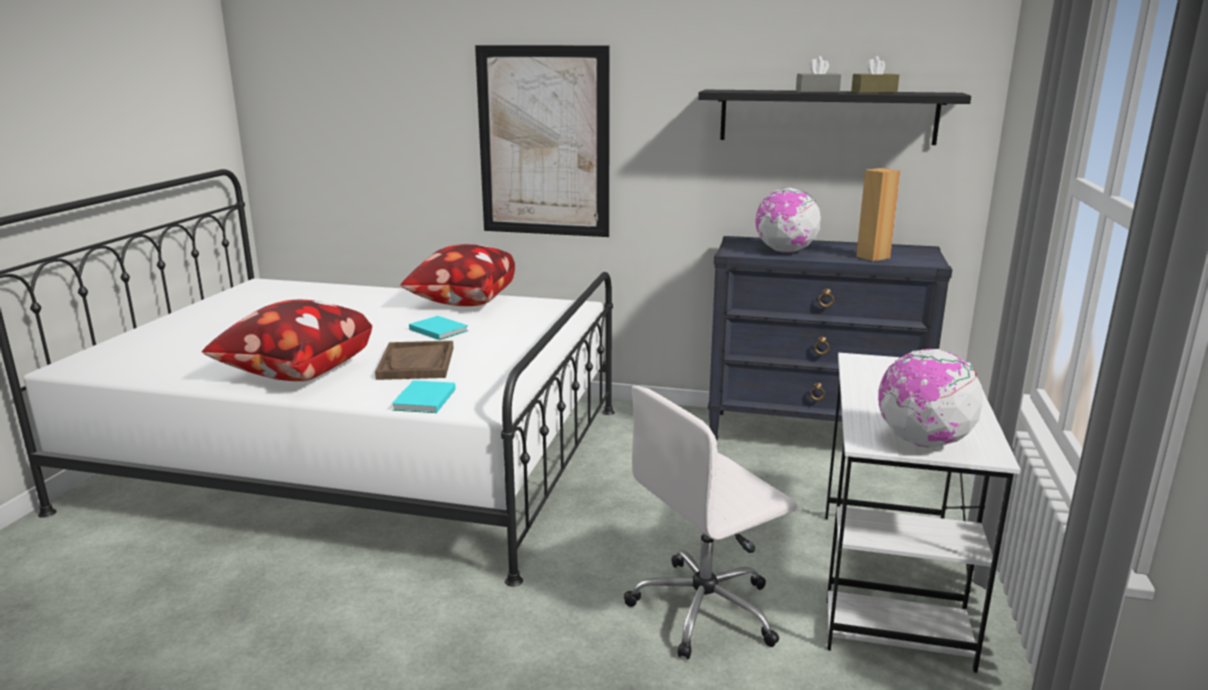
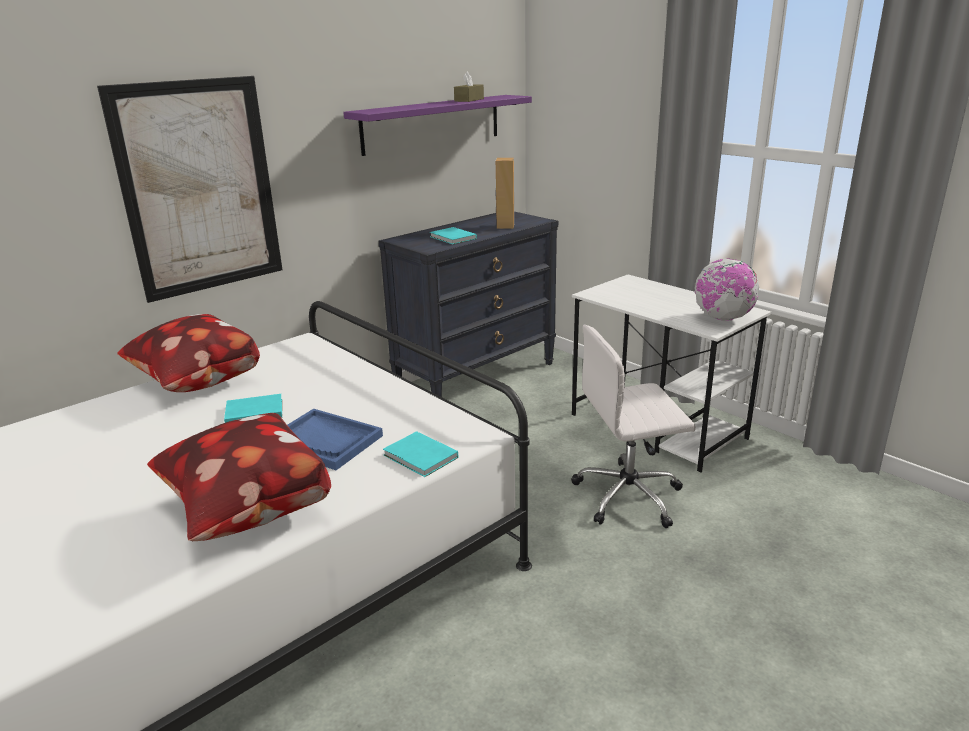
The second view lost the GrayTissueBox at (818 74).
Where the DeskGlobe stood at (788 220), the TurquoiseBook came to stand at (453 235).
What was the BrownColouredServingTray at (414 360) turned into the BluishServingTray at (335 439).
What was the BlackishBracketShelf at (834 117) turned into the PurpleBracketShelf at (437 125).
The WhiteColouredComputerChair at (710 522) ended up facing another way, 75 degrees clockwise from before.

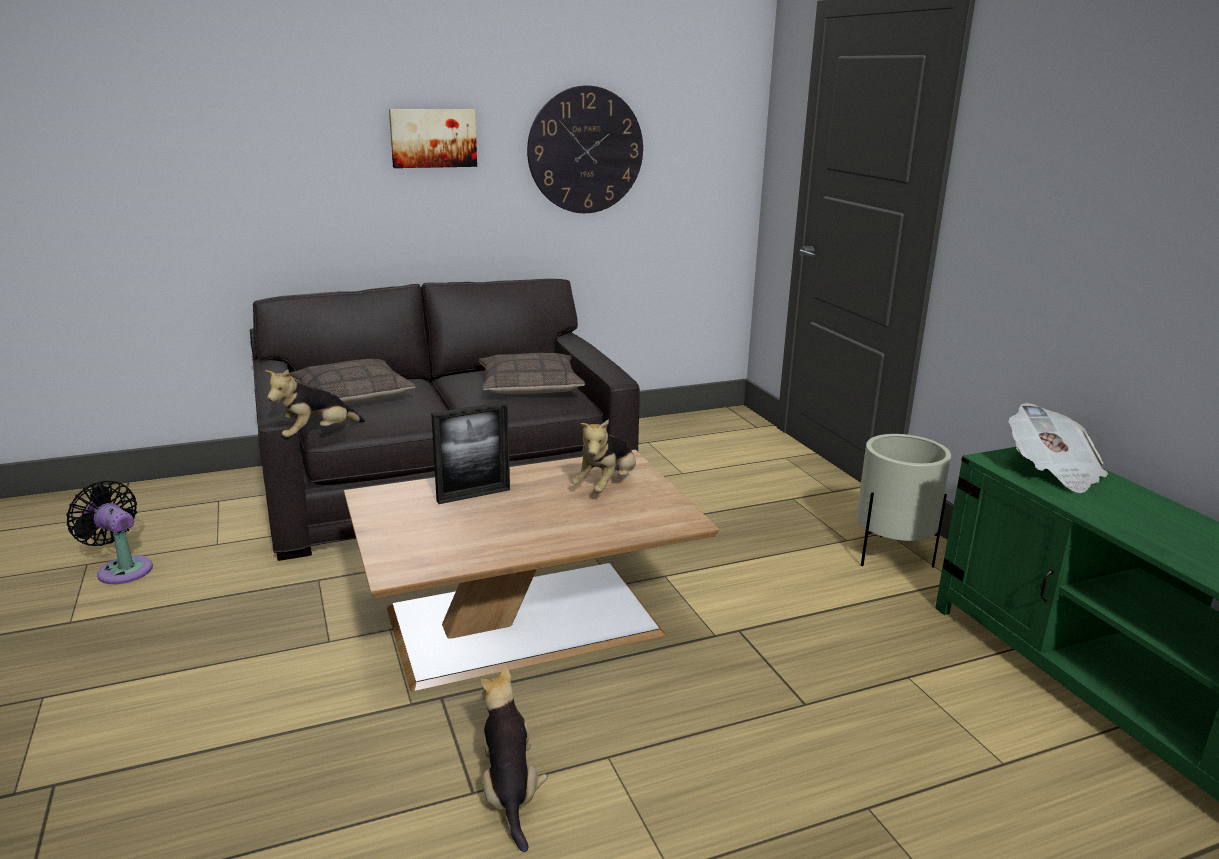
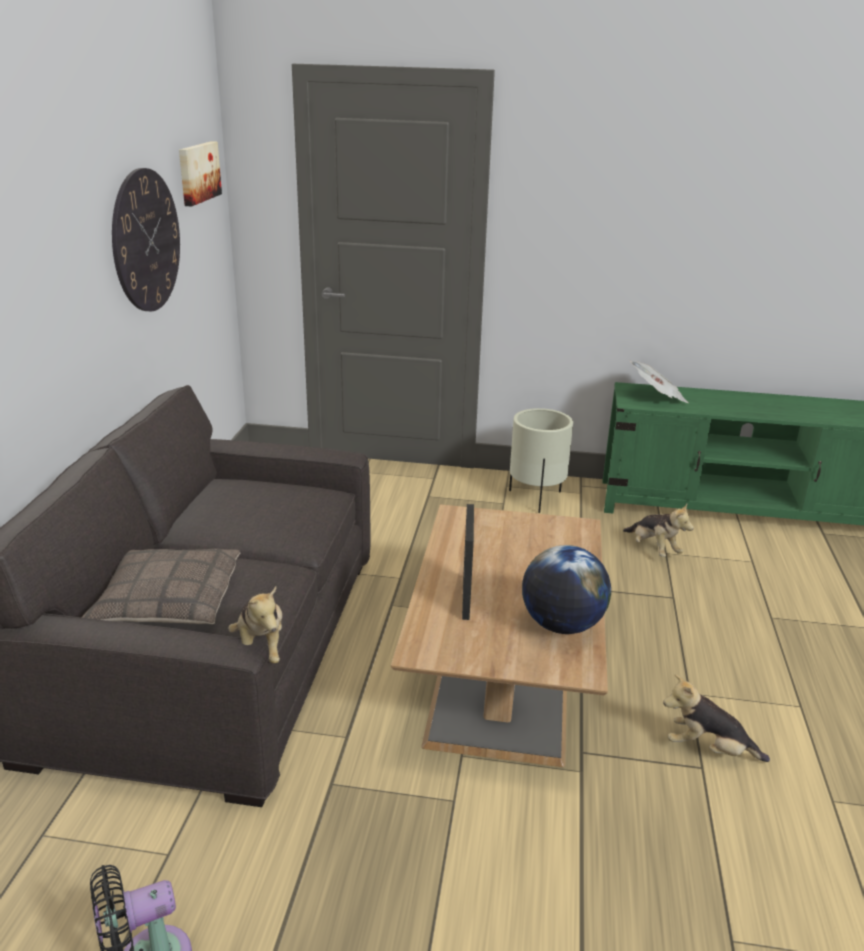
The second view lost the Cushion at (531 373).
The second view gained the DeskGlobe at (566 589).
The Picture ended up elsewhere, having gone from (433 138) to (200 174).
The SoftToy ended up elsewhere, having gone from (604 456) to (658 530).

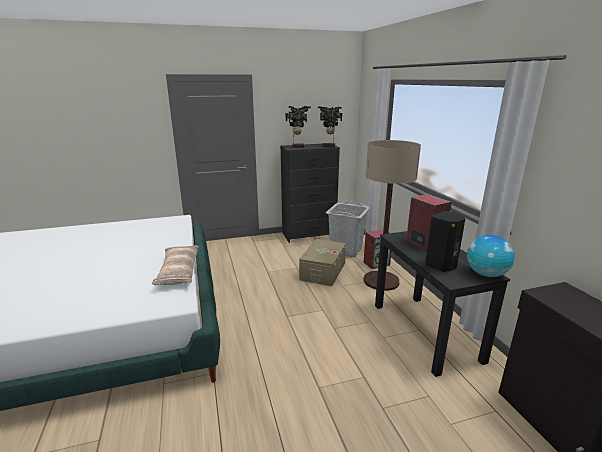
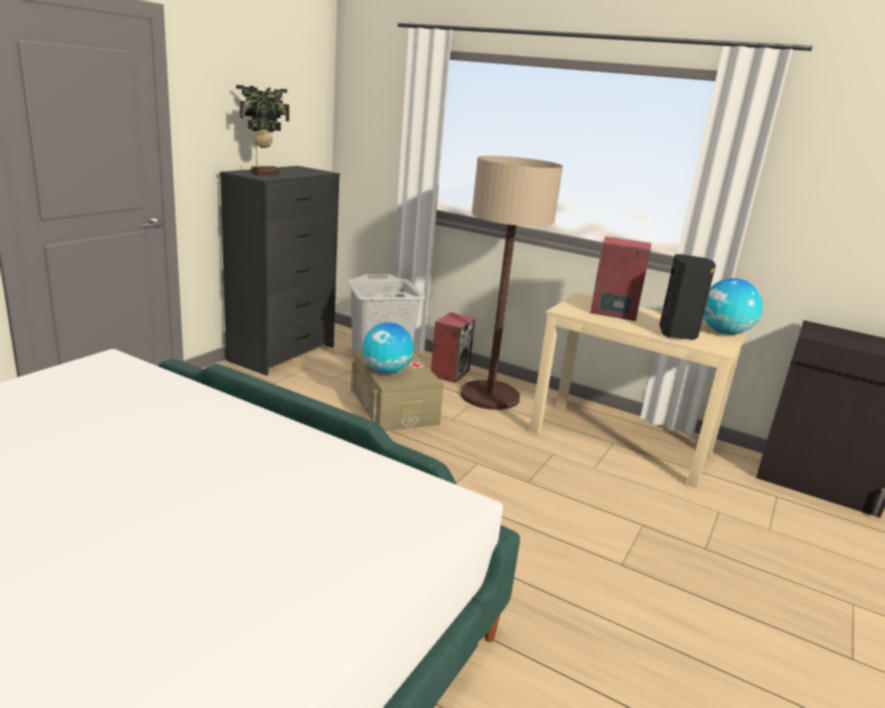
The second view lost the Cushion at (175 265).
The second view lost the PottedPlant at (330 126).
The second view gained the DeskGlobe at (388 348).
What was the BlackishDeskTable at (442 304) turned into the SandColouredDeskTable at (638 391).

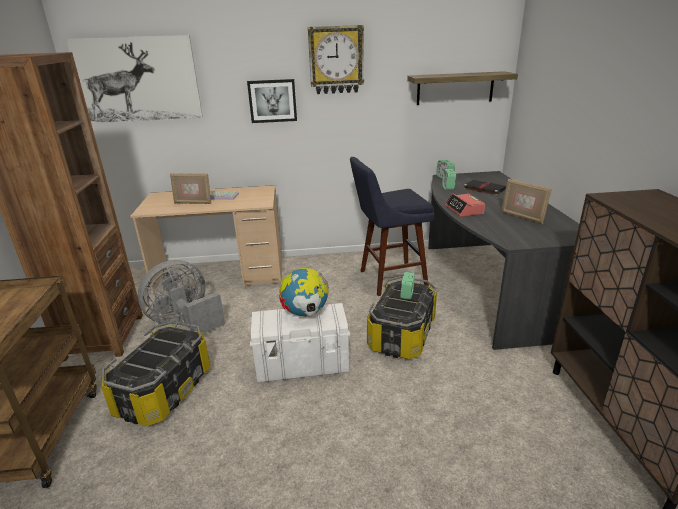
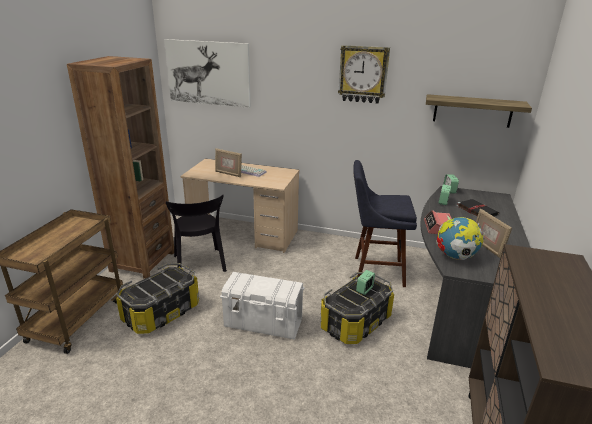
The second view lost the Picture at (272 101).
The DeskGlobe ended up elsewhere, having gone from (304 292) to (460 238).
Where the GrayElectricFan stood at (181 297), the BlackishPlainChair came to stand at (196 233).

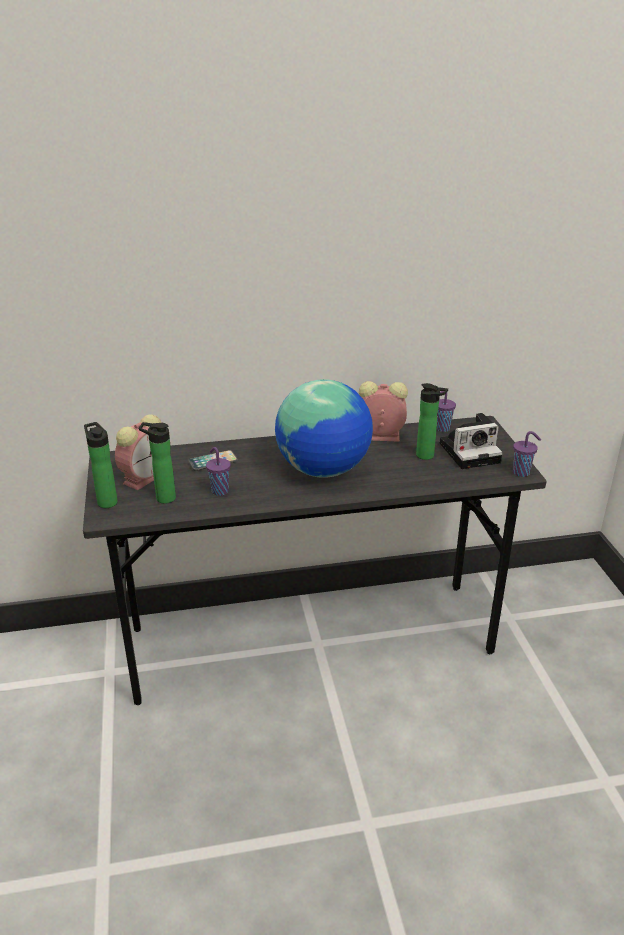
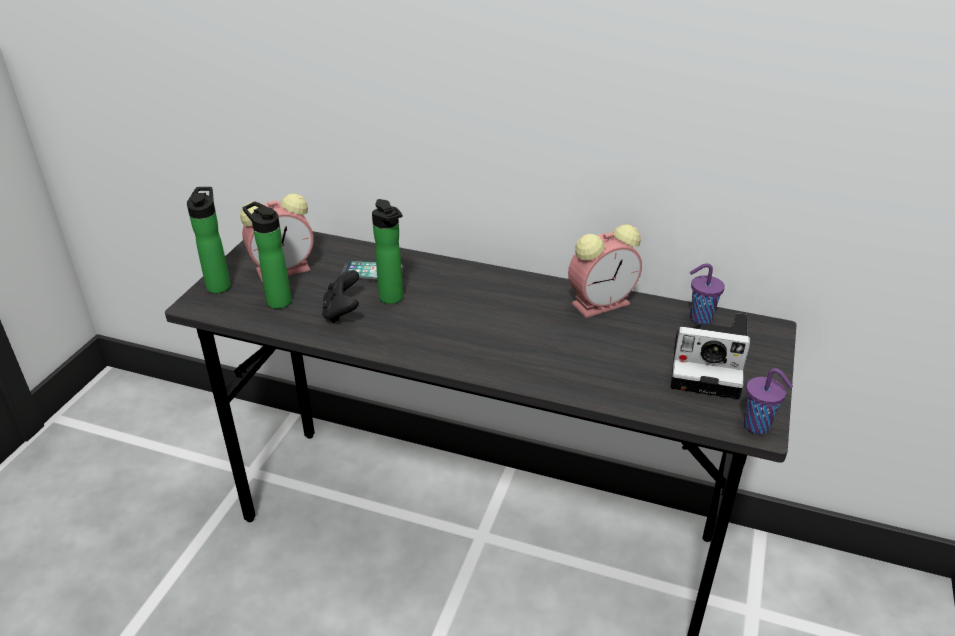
The second view lost the DeskGlobe at (324 428).
The BeverageBottle ended up elsewhere, having gone from (432 421) to (387 251).
Where the PurpleSmallCup stood at (218 471), the BlackishGamepad came to stand at (340 296).
The TableClock at (383 411) ended up facing another way, 120 degrees clockwise from before.

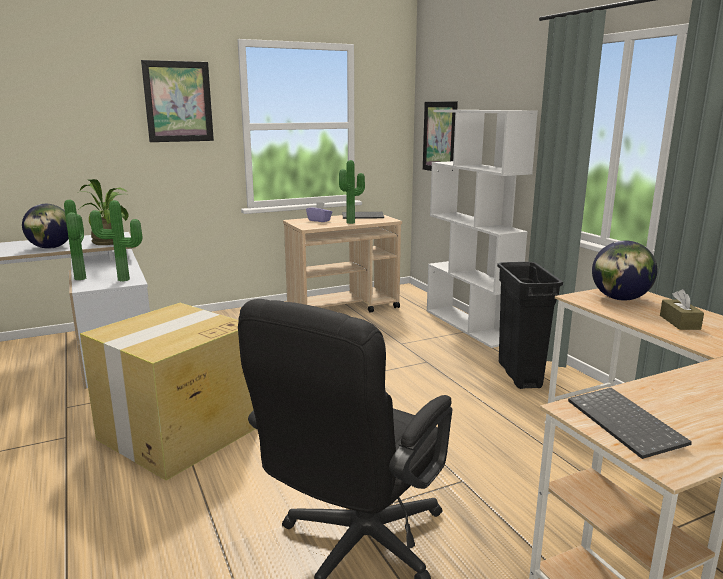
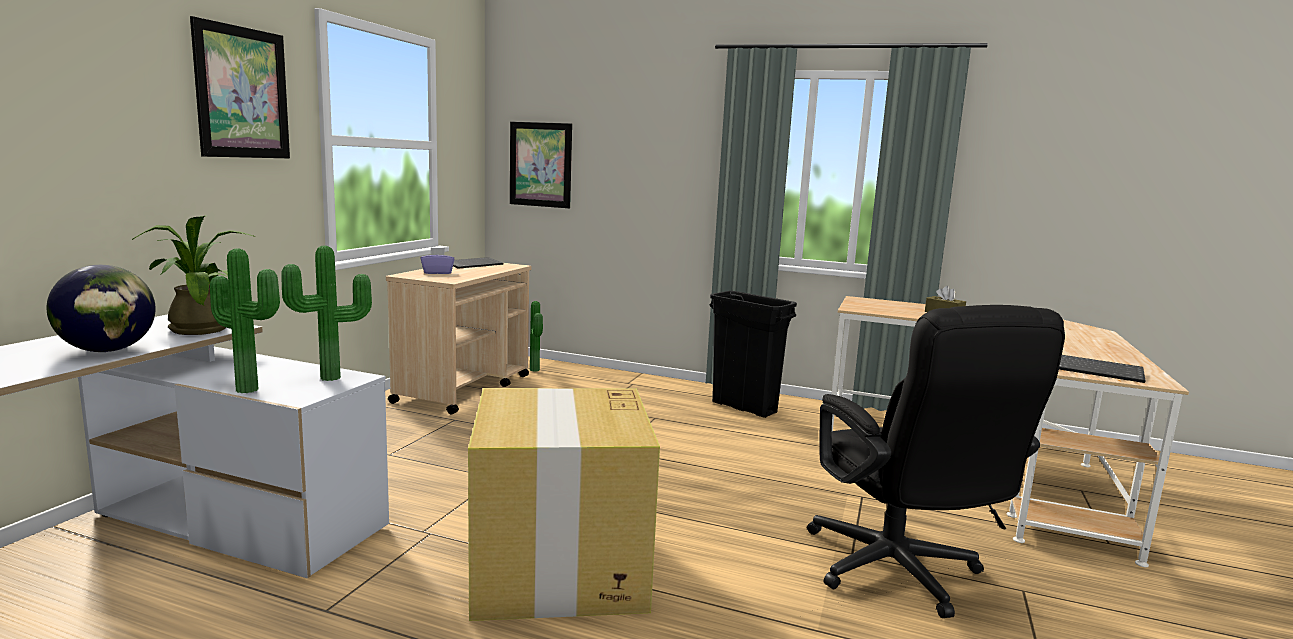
The second view lost the WhiteColouredBookshelf at (482 229).
The second view lost the DeskGlobe at (624 270).
The PottedPlant ended up elsewhere, having gone from (352 192) to (536 336).

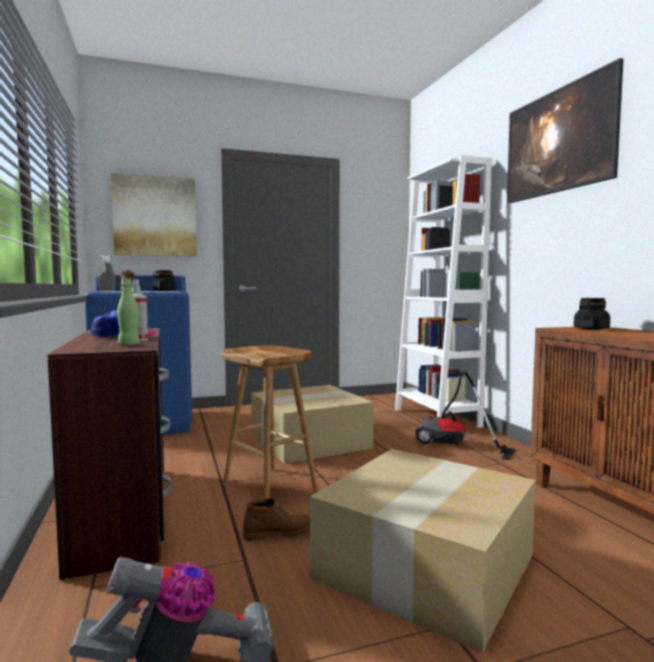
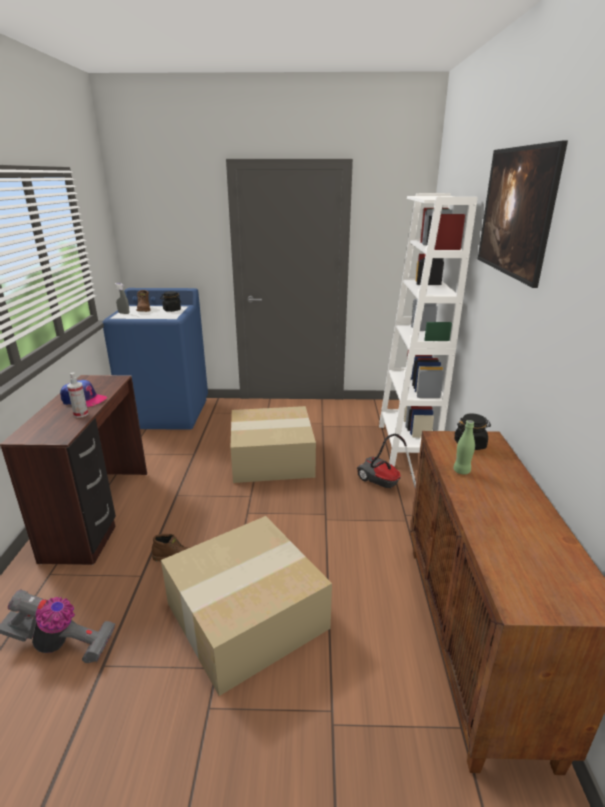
The second view lost the Picture at (154 215).
The second view lost the BrownColouredStool at (270 422).
The GreenishBeverageBottle ended up elsewhere, having gone from (128 312) to (464 447).

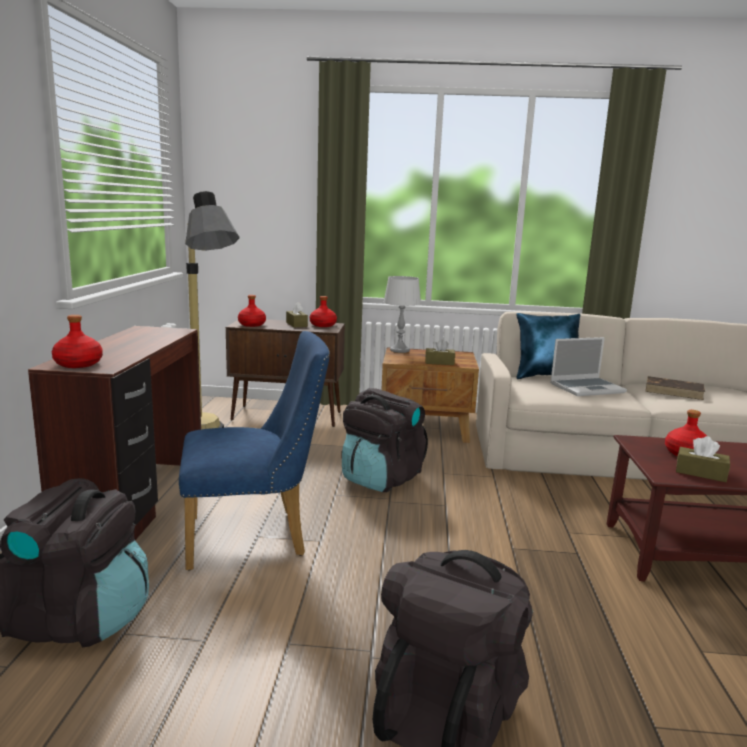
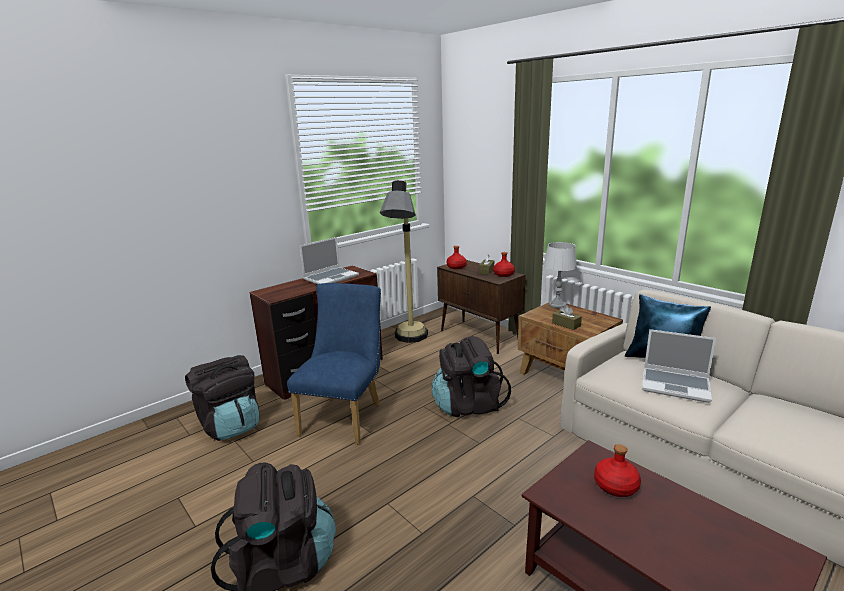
The second view lost the RedBeverageBottle at (77 341).
The second view lost the BrownColouredBook at (675 388).
The second view lost the BrownColouredTissueBox at (703 459).
The second view gained the PortableComputer at (329 260).
The BluishPlainChair at (254 451) ended up facing another way, 105 degrees counterclockwise from before.

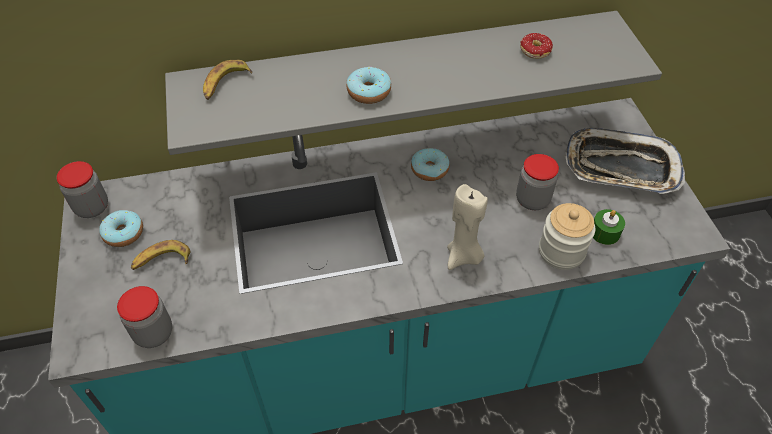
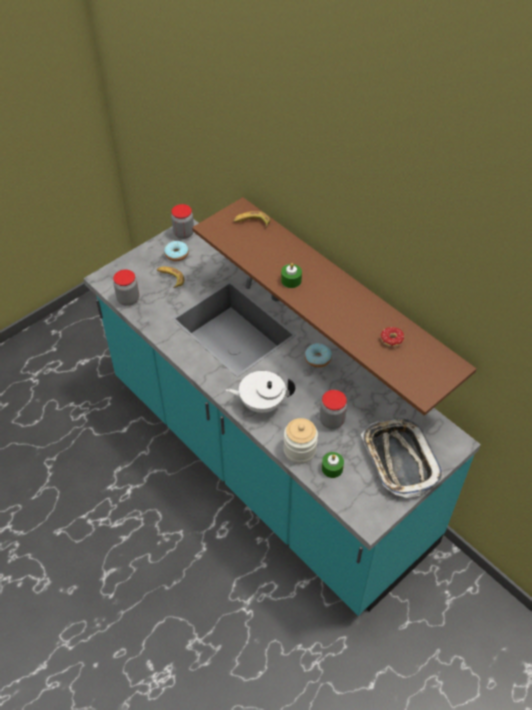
Where the Donut stood at (369 85), the GreenishCandle came to stand at (291 275).
Where the SandColouredCandle stood at (467 227), the WhiteColouredPotForTea came to stand at (260 392).
What was the GrayBracketShelf at (413 83) turned into the BrownColouredBracketShelf at (334 306).

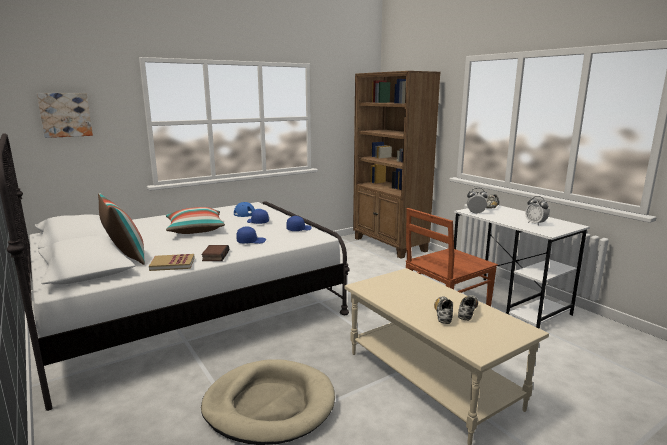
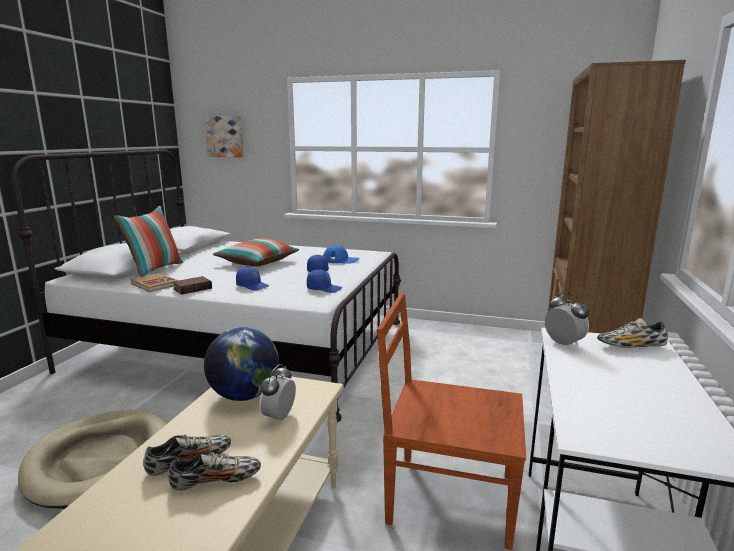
The second view gained the DeskGlobe at (241 364).
The TableClock ended up elsewhere, having gone from (537 211) to (277 393).

